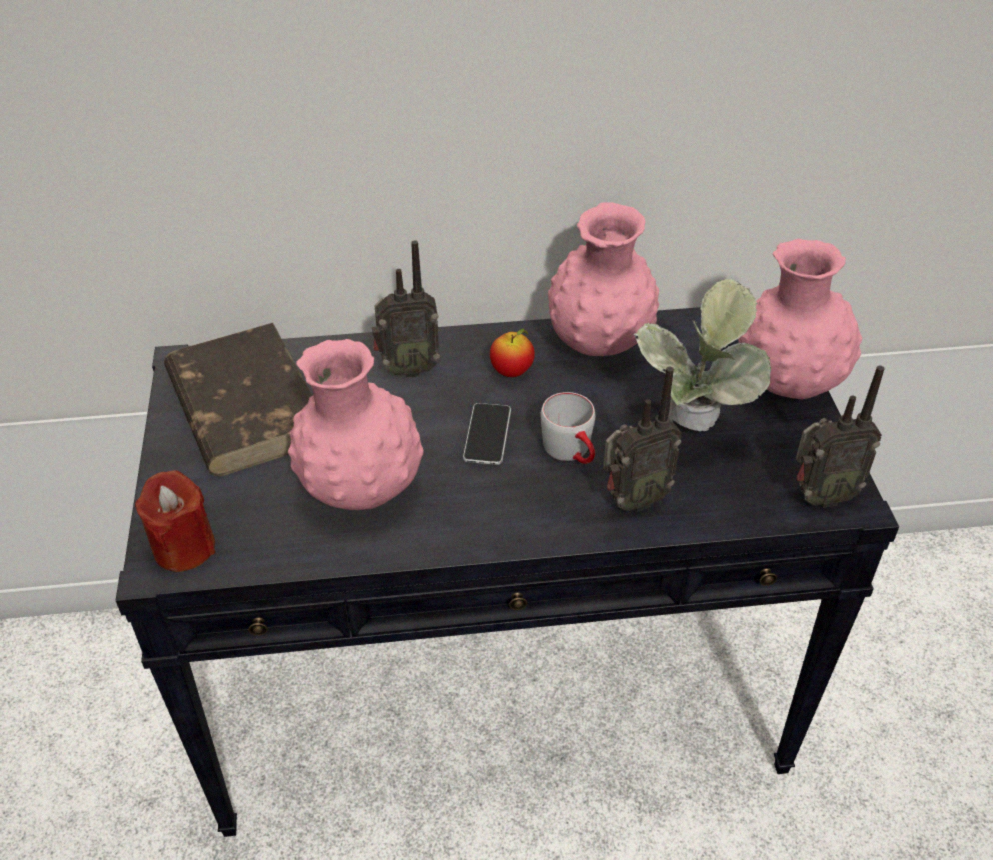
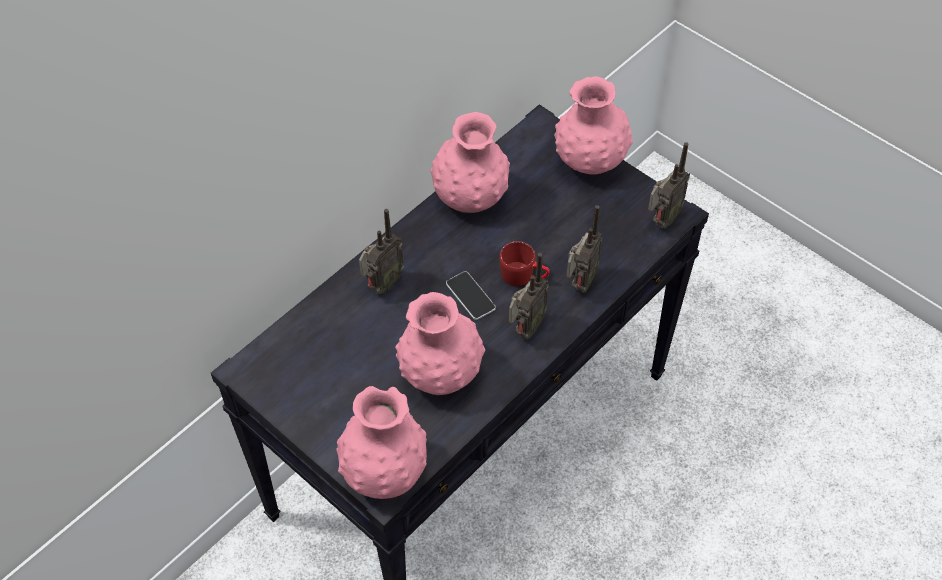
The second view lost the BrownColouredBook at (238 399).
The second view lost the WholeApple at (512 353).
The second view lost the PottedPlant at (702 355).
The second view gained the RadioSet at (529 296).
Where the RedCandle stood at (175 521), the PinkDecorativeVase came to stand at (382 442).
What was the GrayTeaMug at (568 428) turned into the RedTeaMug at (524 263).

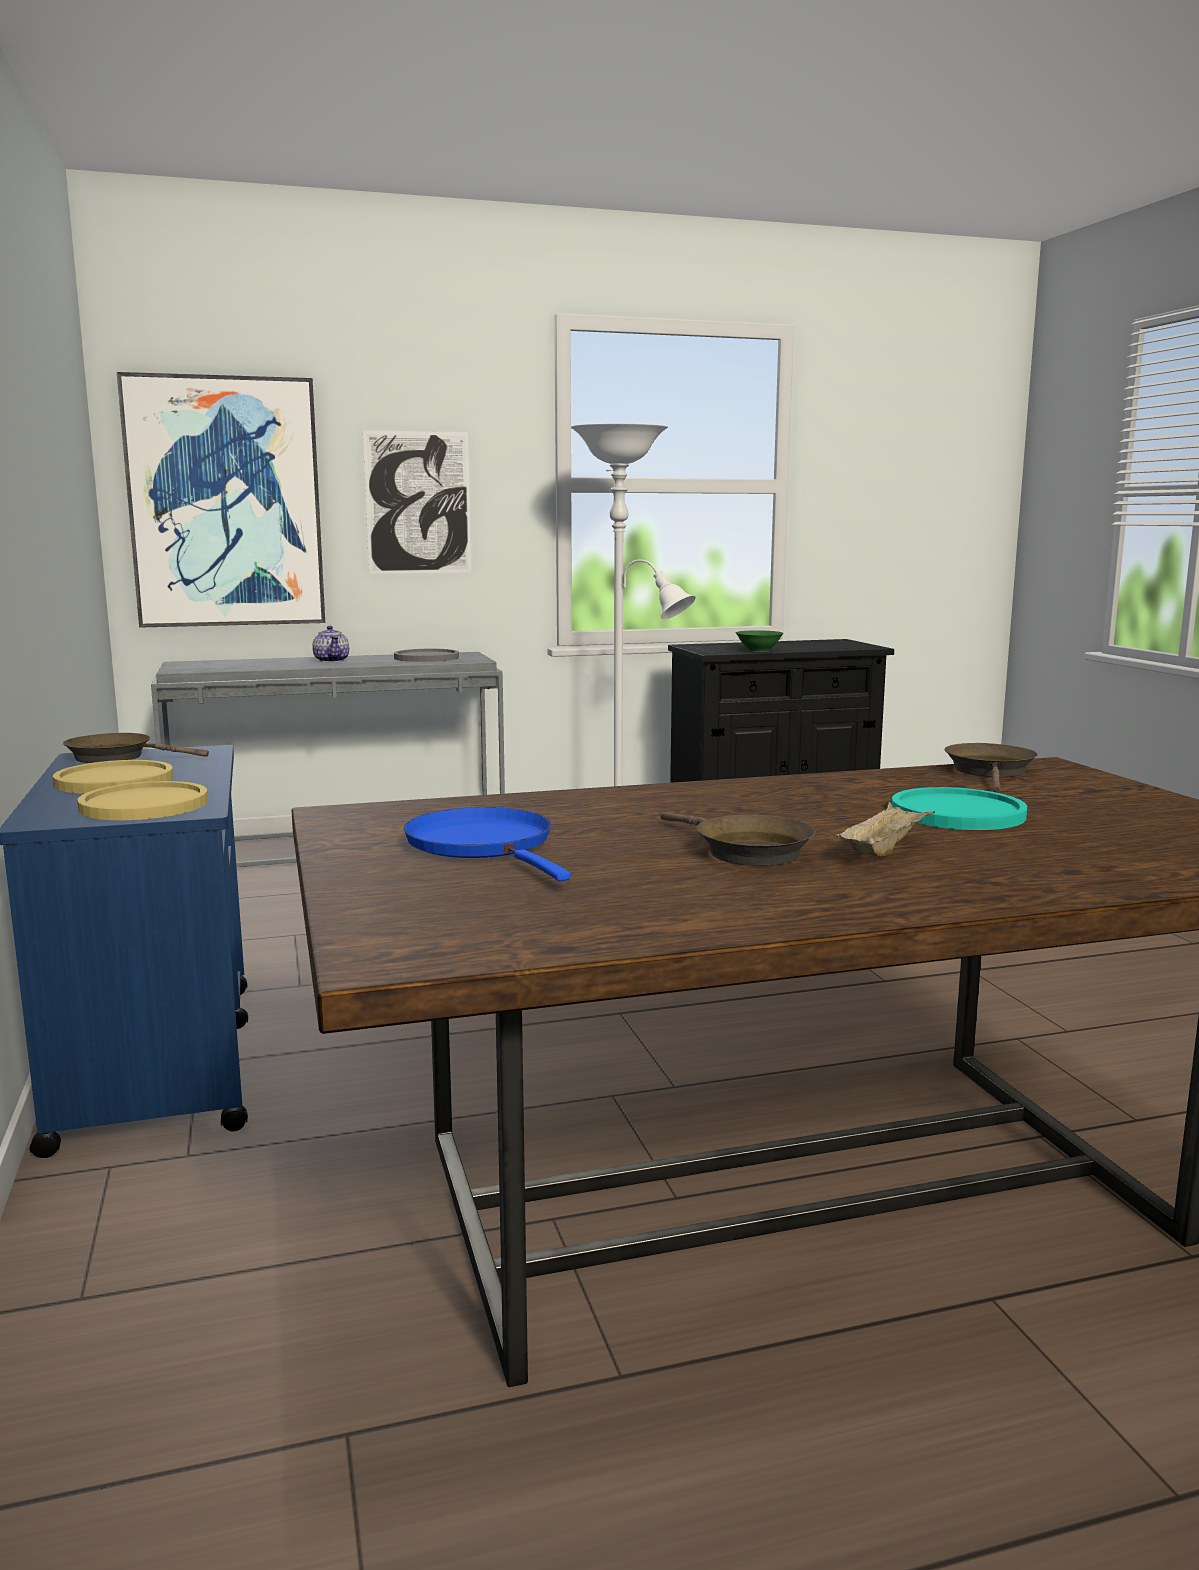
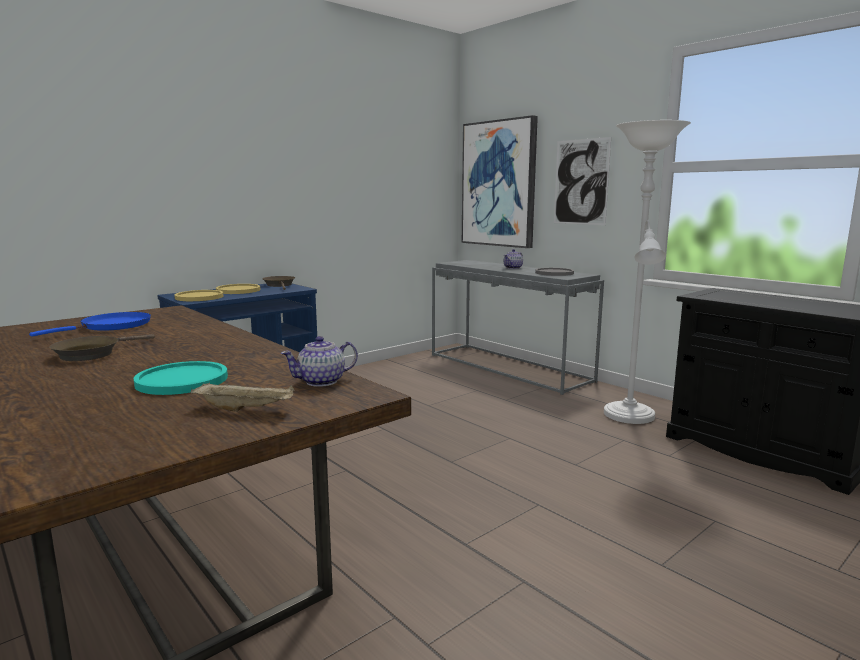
The second view lost the GreenishDeepDish at (760 641).
The SandColouredServingTray ended up elsewhere, having gone from (885 829) to (242 397).
Where the BrownColouredSkillet stood at (991 768), the PotForTea came to stand at (319 361).

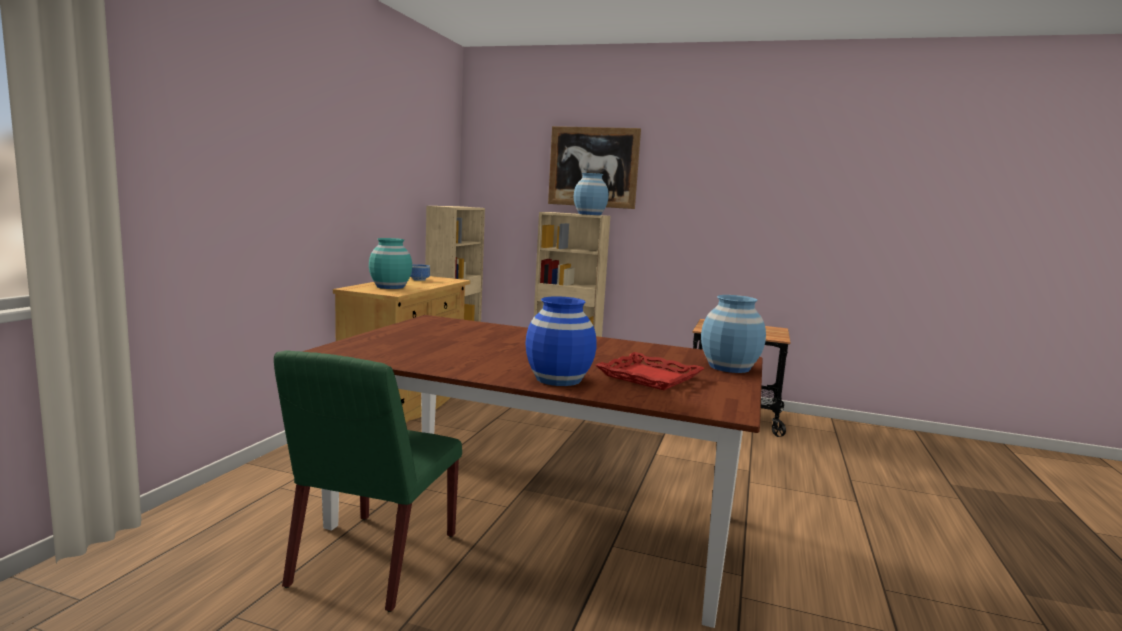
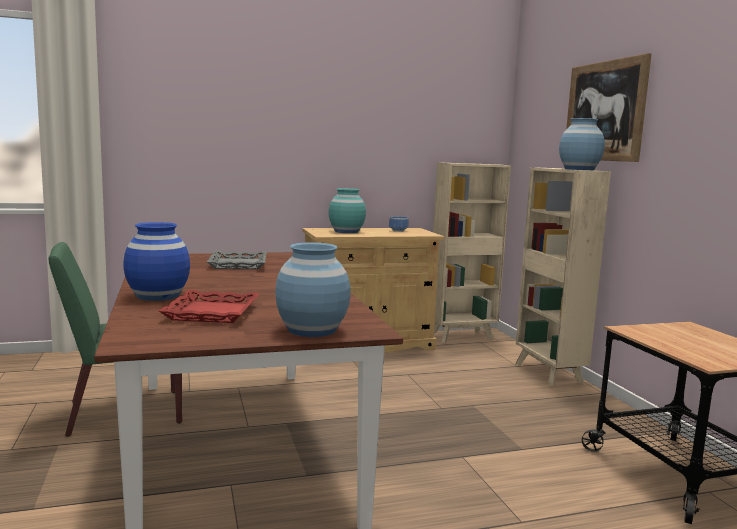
The second view gained the GrayServingTray at (237 260).

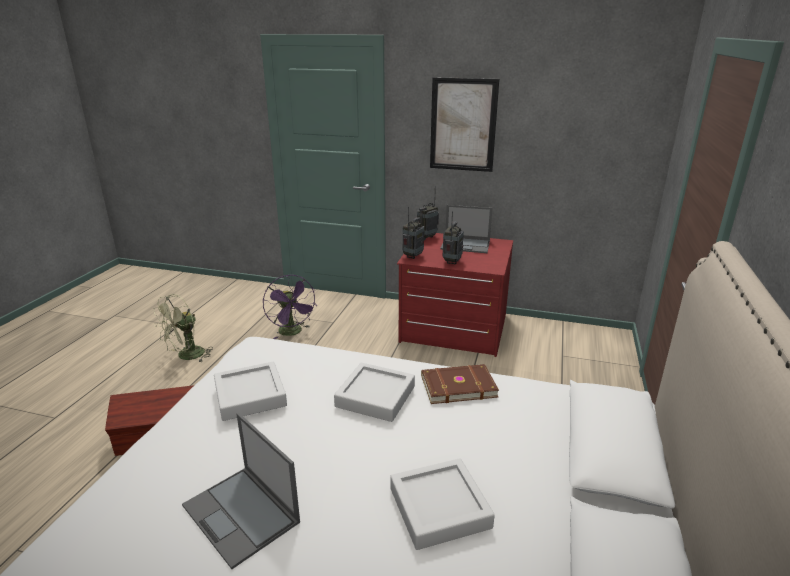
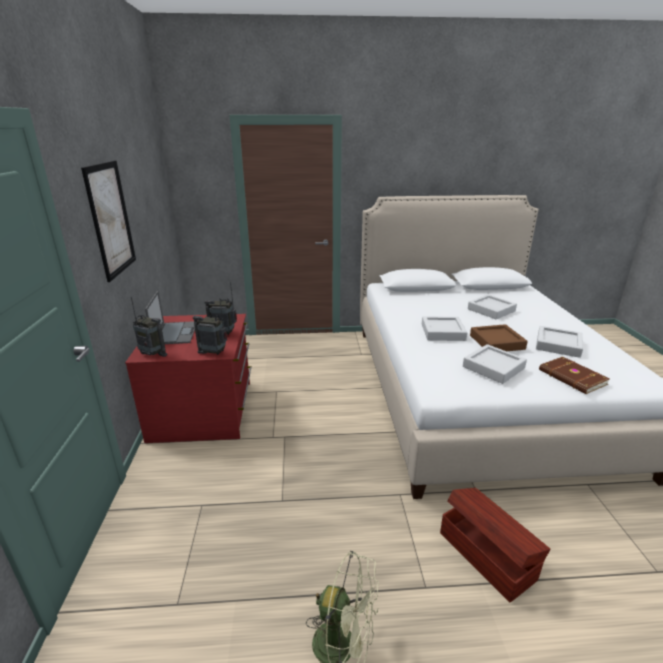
The second view lost the PurpleElectricFan at (290 307).
The second view gained the BrownColouredServingTray at (499 337).
The BrownColouredBook ended up elsewhere, having gone from (460 384) to (574 375).
Where the PortableComputer stood at (241 491), the GrayServingTray came to stand at (559 342).

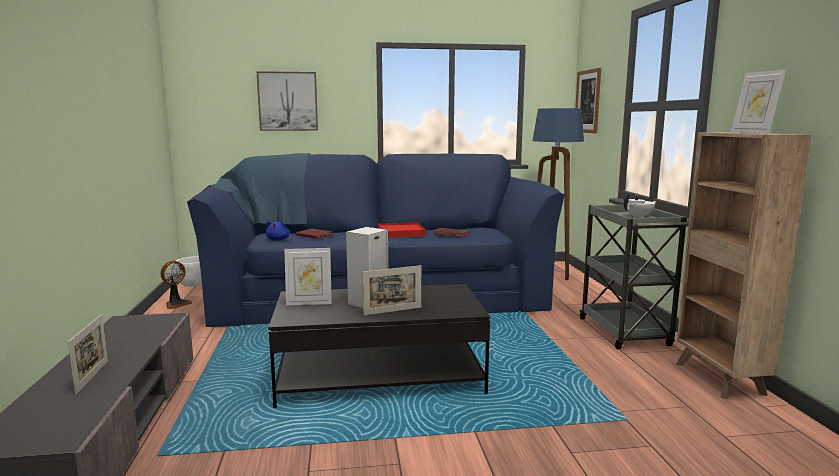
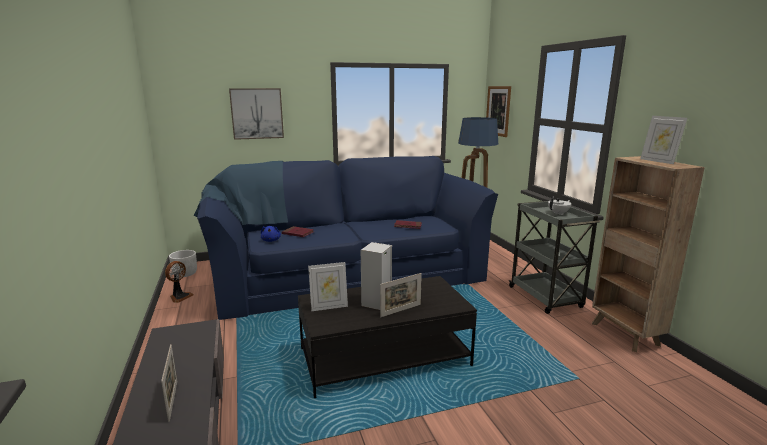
The second view lost the RedServingTray at (402 230).

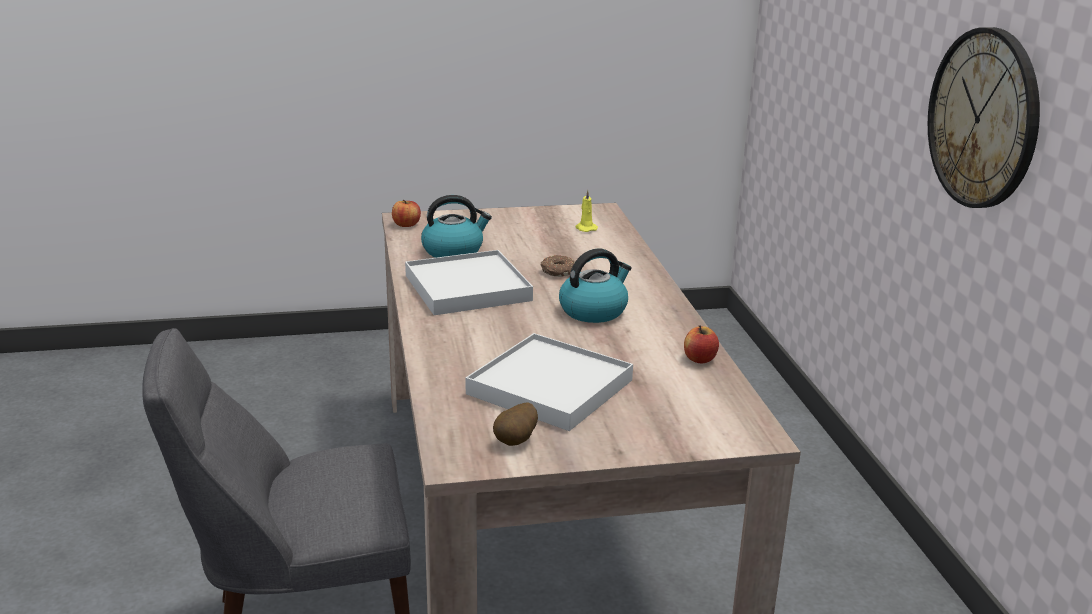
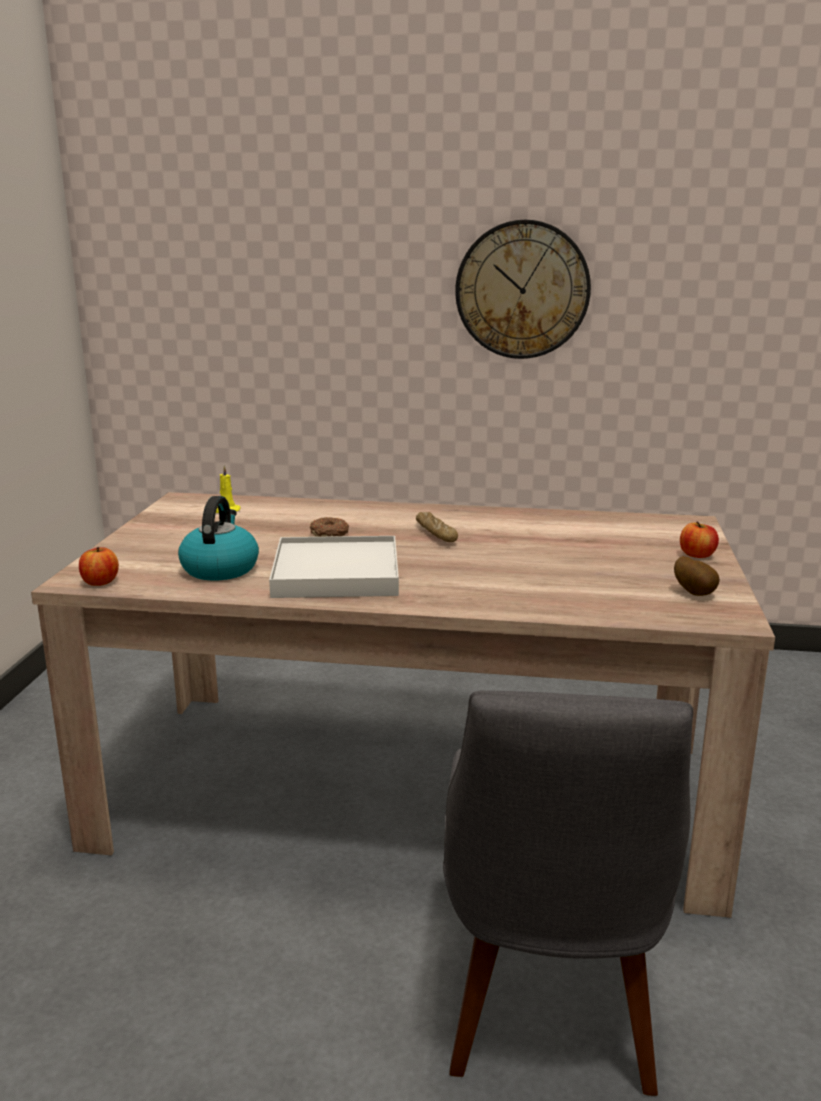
The second view lost the WhiteColouredServingTray at (549 382).
The WholeApple ended up elsewhere, having gone from (701 344) to (699 539).
Where the WaterKettle stood at (595 285), the BakedBread came to stand at (437 527).

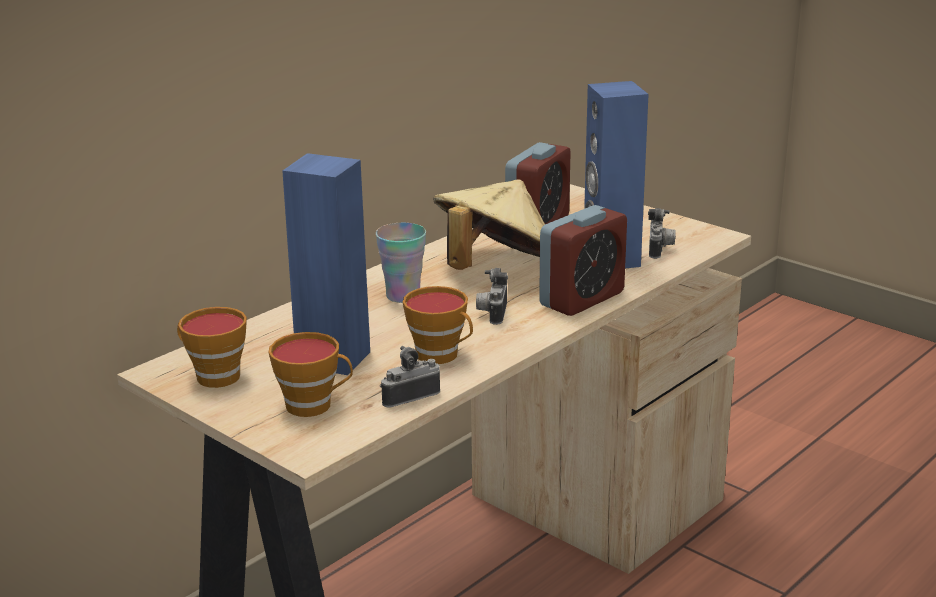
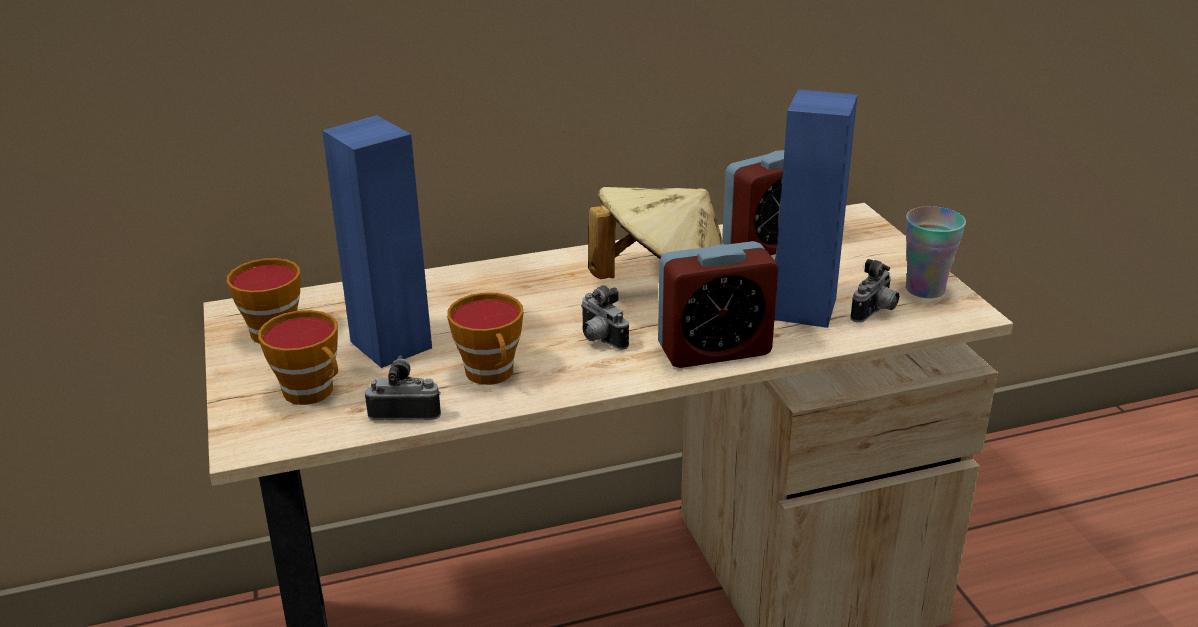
The SmallCup ended up elsewhere, having gone from (401 263) to (936 252).
The StillCamera at (492 296) ended up facing another way, 75 degrees counterclockwise from before.

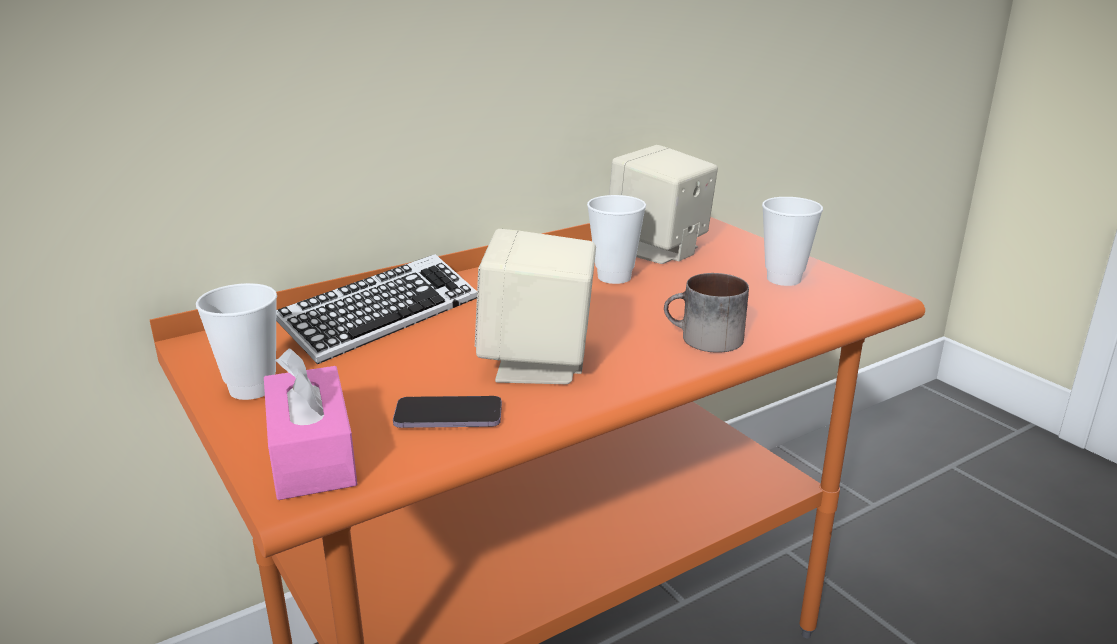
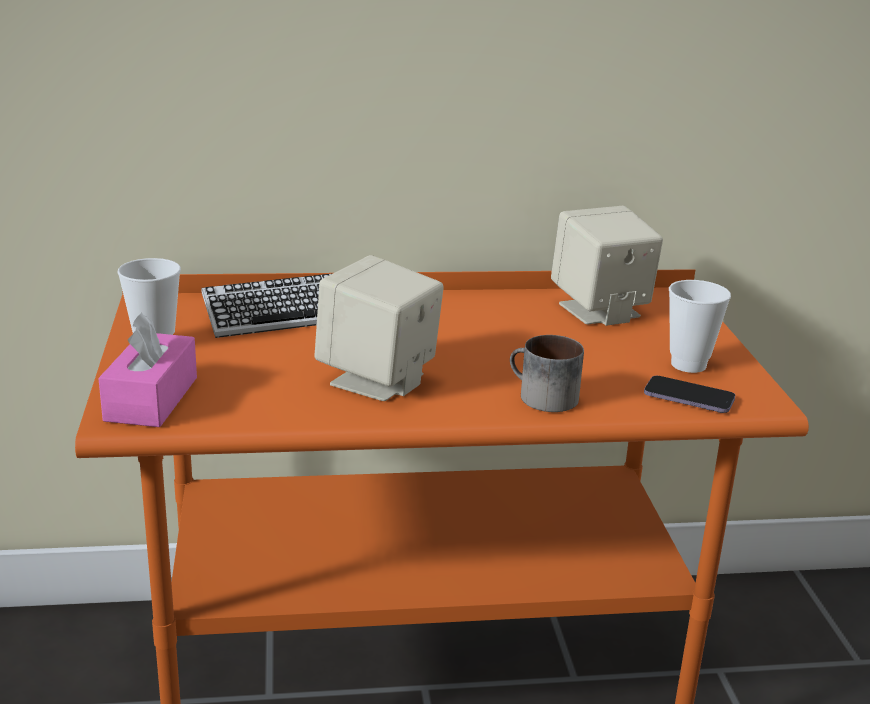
The second view lost the SmallCup at (616 239).
The Phone ended up elsewhere, having gone from (447 412) to (689 394).

